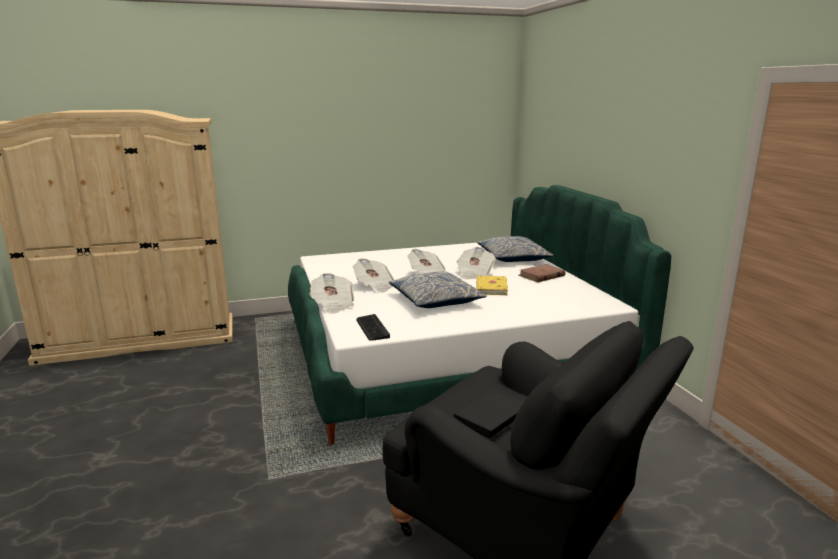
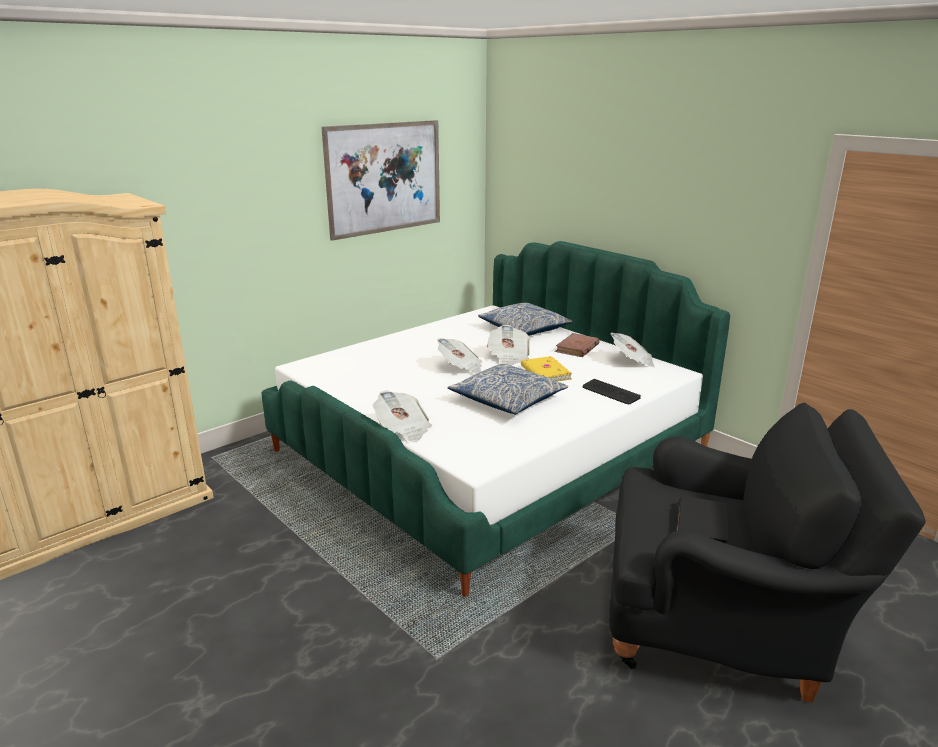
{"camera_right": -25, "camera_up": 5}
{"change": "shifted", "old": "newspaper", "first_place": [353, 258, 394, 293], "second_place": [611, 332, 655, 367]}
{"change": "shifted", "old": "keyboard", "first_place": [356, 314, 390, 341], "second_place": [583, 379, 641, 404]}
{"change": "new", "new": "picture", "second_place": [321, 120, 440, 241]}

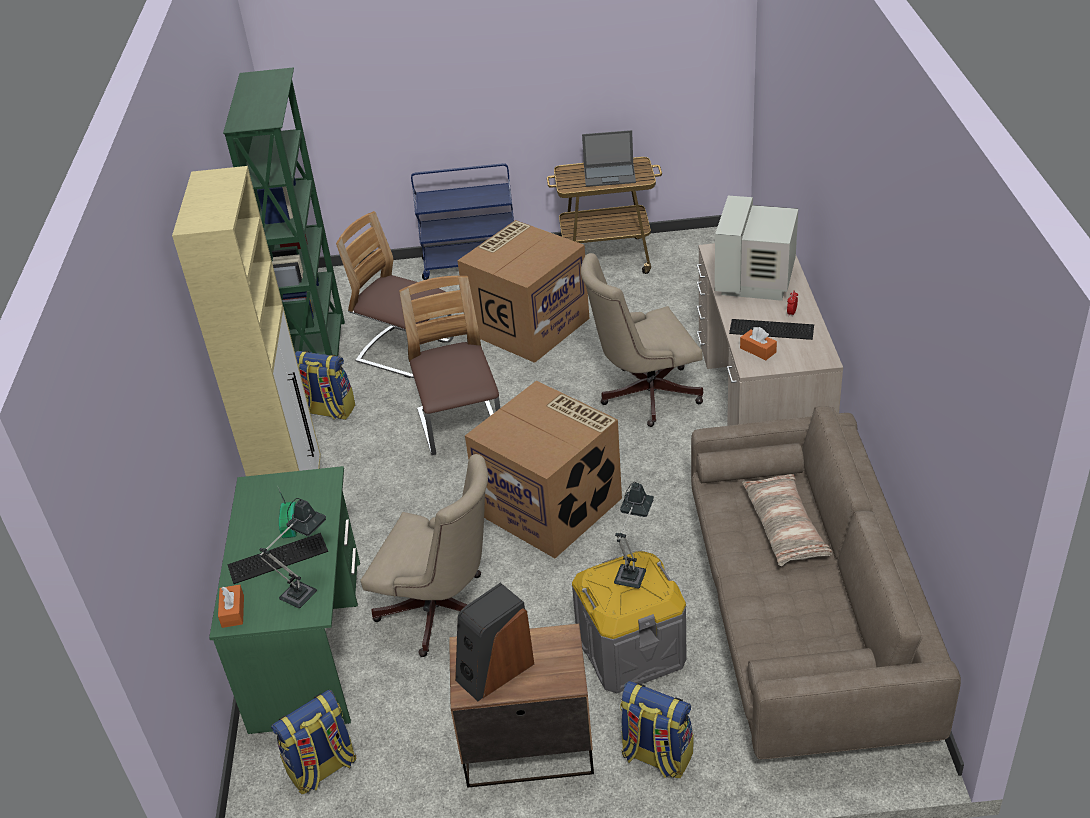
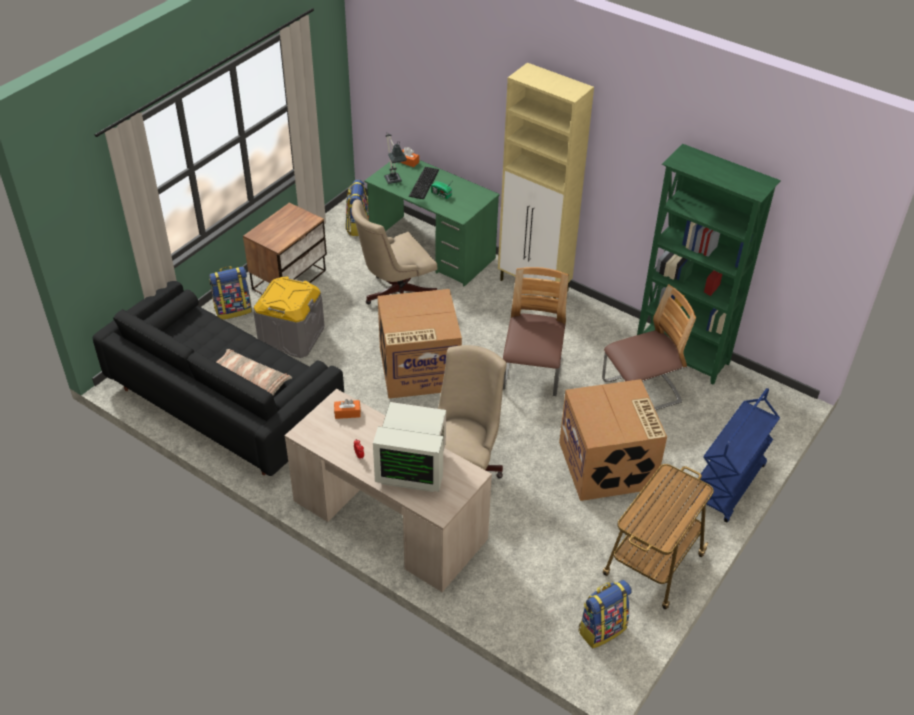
{"camera_right": 125, "camera_up": 5}
{"change": "shifted", "old": "backpack", "first_place": [295, 351, 355, 420], "second_place": [578, 580, 632, 648]}
{"change": "rotated", "old": "chair", "first_place": [399, 276, 500, 455], "second_place": [503, 267, 569, 396], "degrees": -105}
{"change": "gone", "old": "speaker", "first_place": [455, 583, 534, 701]}
{"change": "gone", "old": "laptop", "first_place": [582, 130, 636, 187]}
{"change": "gone", "old": "table lamp", "first_place": [614, 482, 654, 588]}
{"change": "repainted", "old": "beige sofa", "new": "black sofa", "first_place": [691, 406, 961, 759], "second_place": [93, 281, 344, 476]}
{"change": "rotated", "old": "monitor", "first_place": [715, 196, 798, 301], "second_place": [373, 402, 446, 492], "degrees": 135}
{"change": "gone", "old": "keyboard", "first_place": [729, 319, 814, 340]}

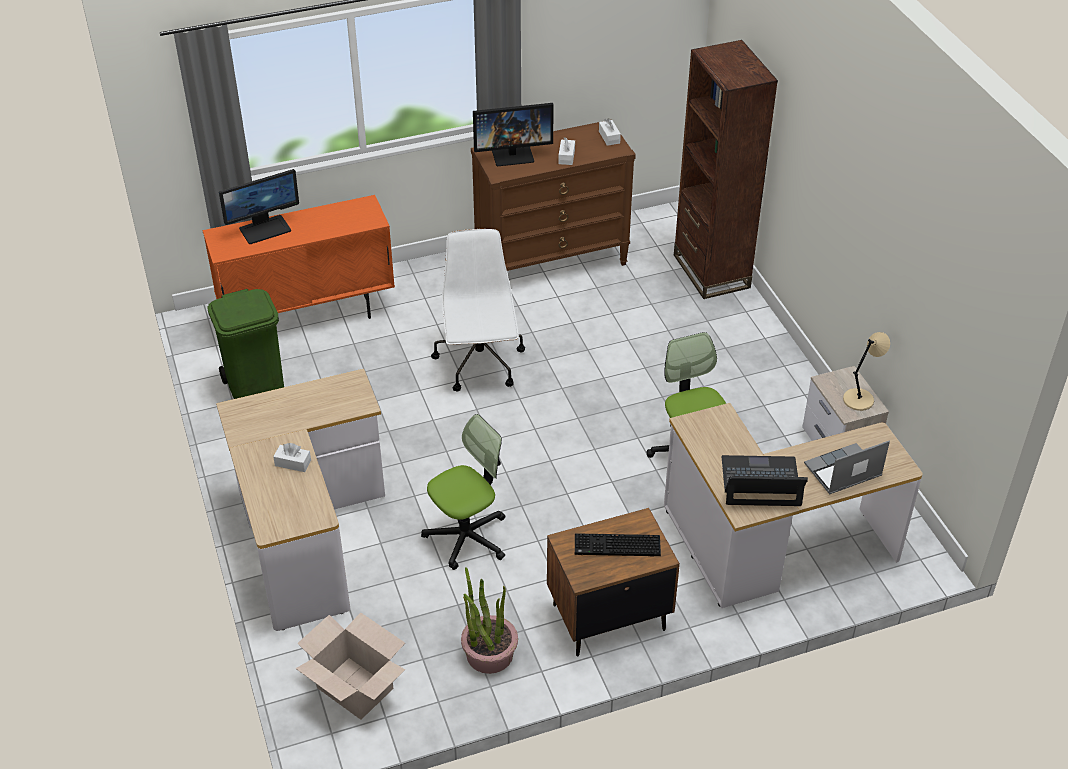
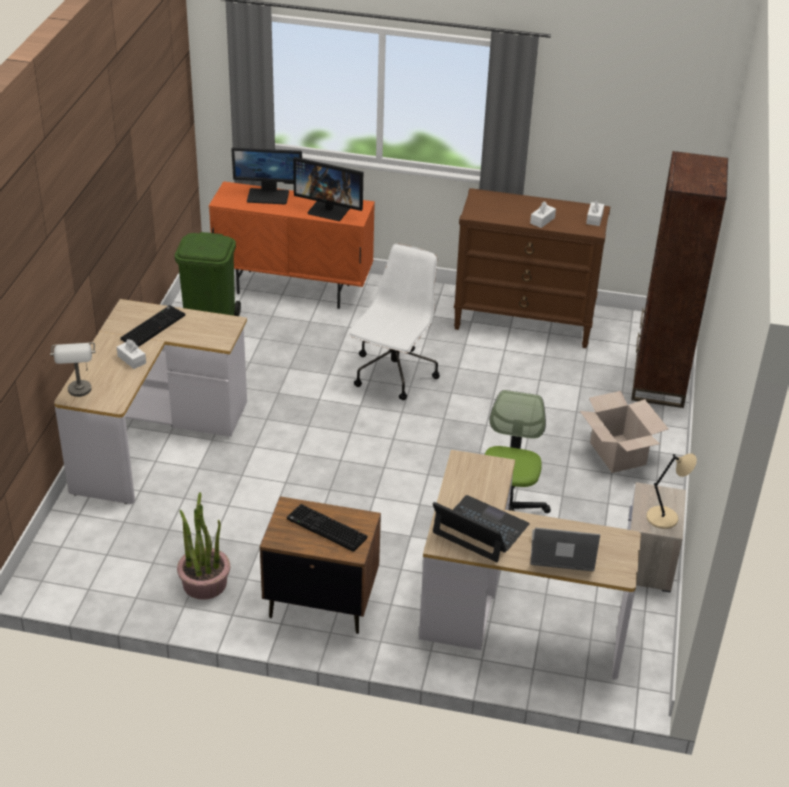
{"camera_right": 30, "camera_up": -5}
{"change": "shifted", "old": "cardboard box", "first_place": [296, 613, 405, 720], "second_place": [580, 391, 668, 473]}
{"change": "gone", "old": "office chair", "first_place": [421, 414, 505, 570]}
{"change": "shifted", "old": "monitor", "first_place": [473, 103, 554, 166], "second_place": [293, 157, 363, 221]}
{"change": "new", "new": "grey table lamp", "second_place": [50, 342, 96, 397]}
{"change": "new", "new": "keyboard", "second_place": [121, 305, 185, 346]}

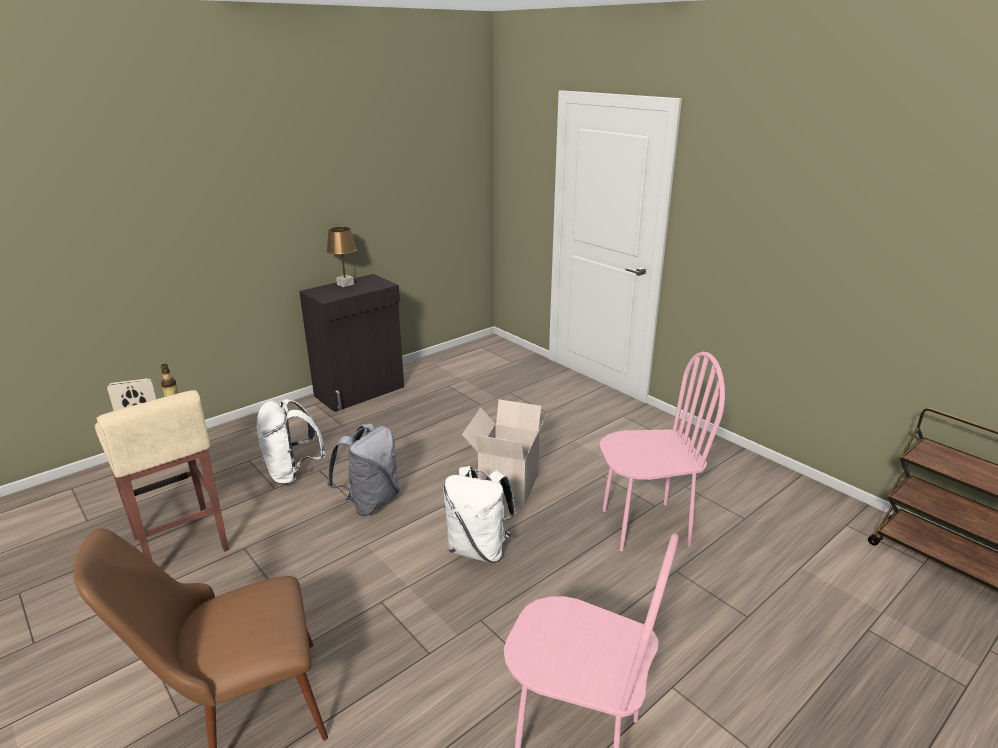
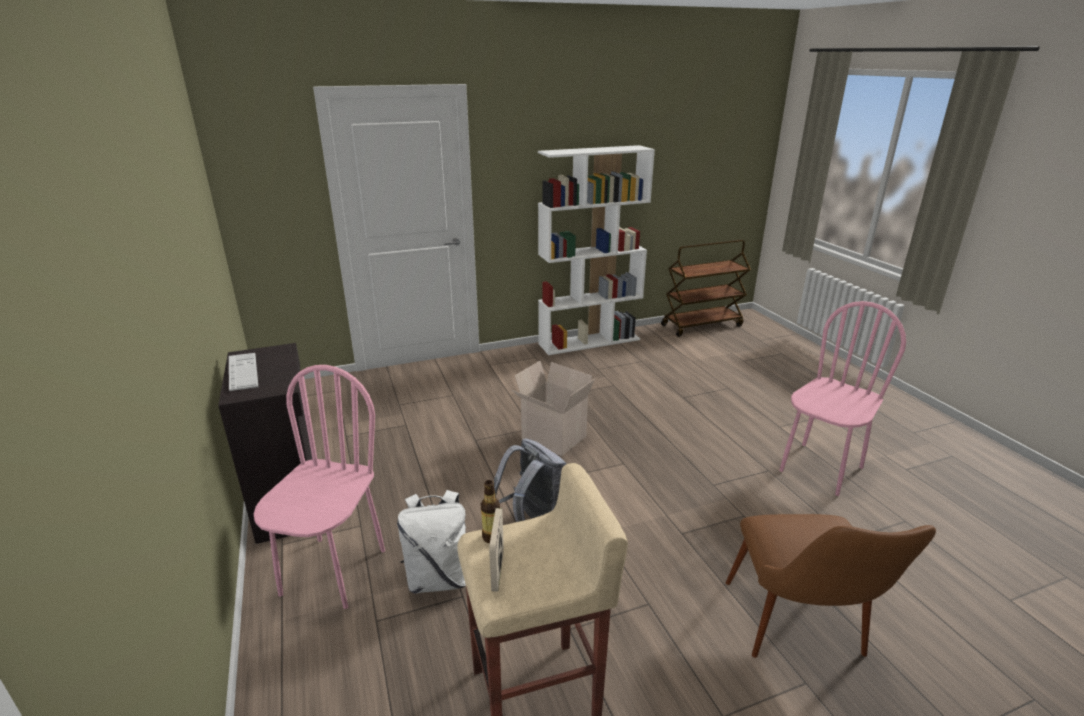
{"camera_right": -70, "camera_up": 0}
{"change": "swapped", "old": "brown table lamp", "new": "keyboard", "first_place": [327, 227, 357, 287], "second_place": [229, 353, 258, 391]}
{"change": "gone", "old": "white backpack", "first_place": [443, 466, 516, 563]}
{"change": "shifted", "old": "pink chair", "first_place": [599, 352, 725, 552], "second_place": [254, 365, 385, 609]}
{"change": "new", "new": "white bookcase", "second_place": [538, 145, 655, 355]}

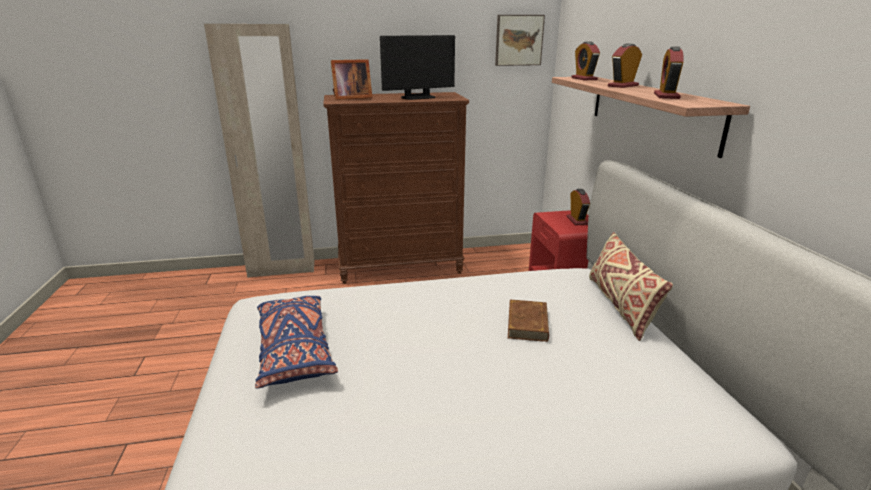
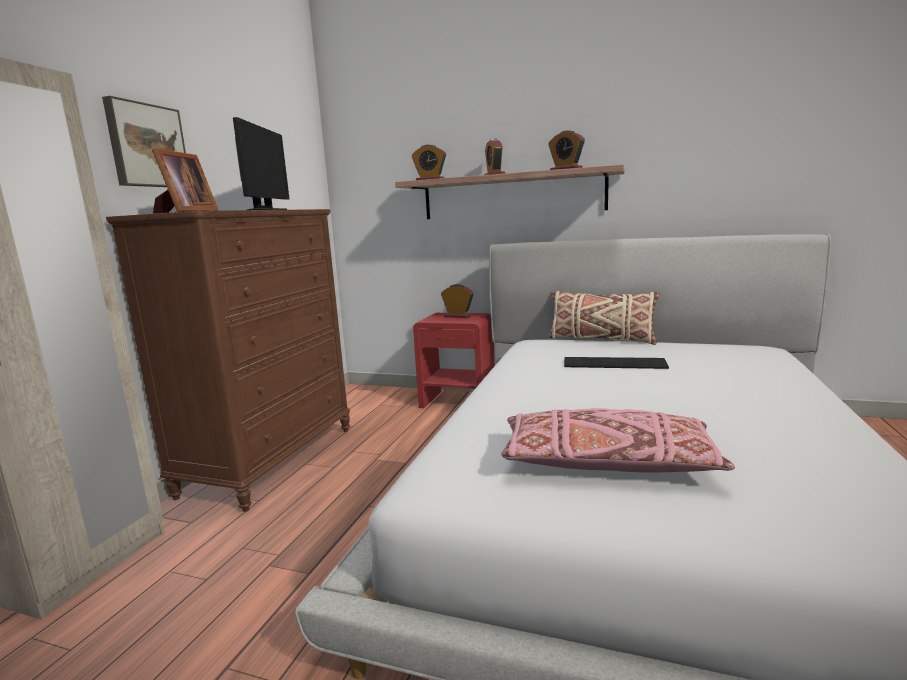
{"camera_right": -60, "camera_up": -10}
{"change": "repainted", "old": "blue pillow", "new": "pink pillow", "first_place": [255, 296, 338, 389], "second_place": [502, 408, 735, 473]}
{"change": "shifted", "old": "picture", "first_place": [495, 15, 545, 66], "second_place": [102, 96, 186, 187]}
{"change": "swapped", "old": "brown book", "new": "keyboard", "first_place": [508, 300, 549, 342], "second_place": [564, 357, 669, 369]}

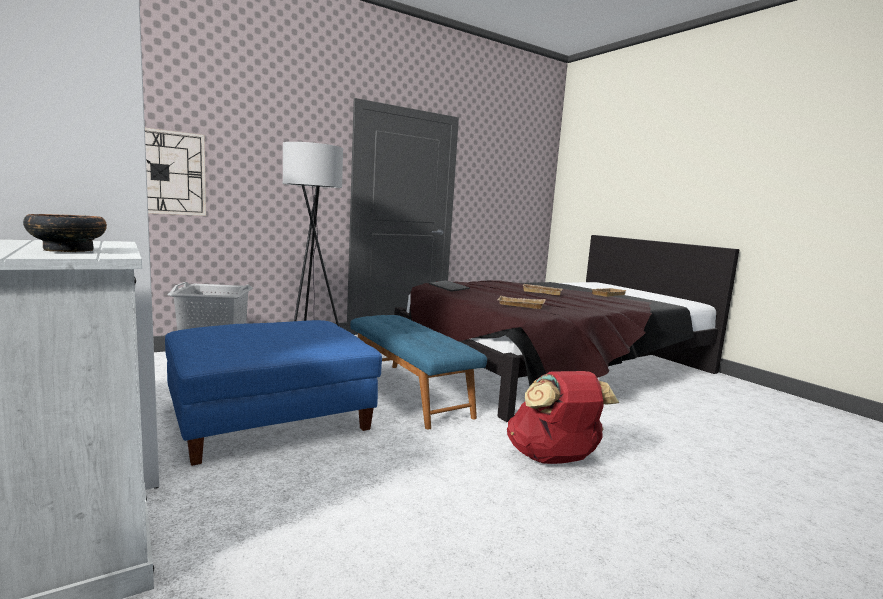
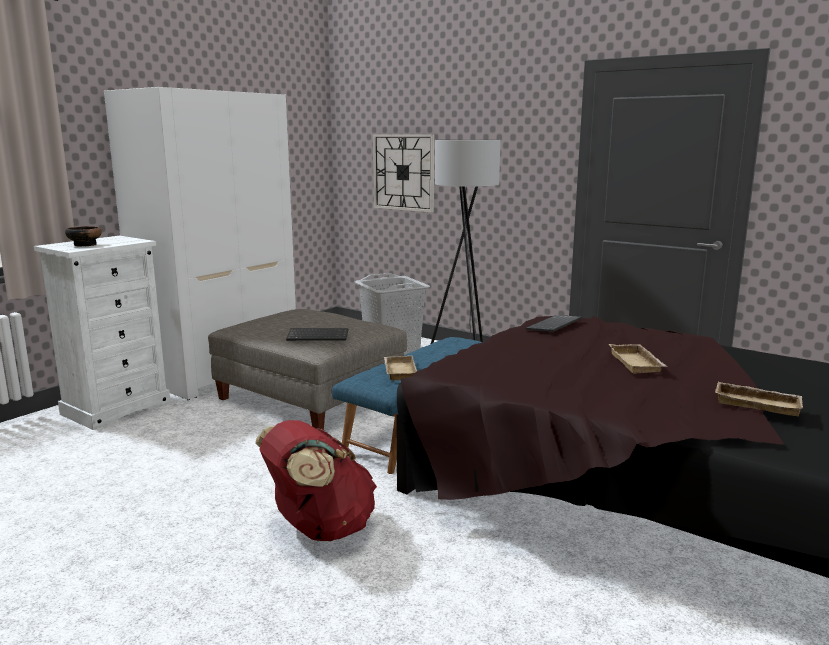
{"camera_right": 70, "camera_up": 5}
{"change": "repainted", "old": "blue ottoman", "new": "grey ottoman", "first_place": [165, 320, 382, 466], "second_place": [208, 309, 407, 430]}
{"change": "shifted", "old": "beige tray", "first_place": [497, 296, 545, 309], "second_place": [384, 355, 417, 380]}
{"change": "new", "new": "keyboard", "second_place": [286, 328, 348, 341]}

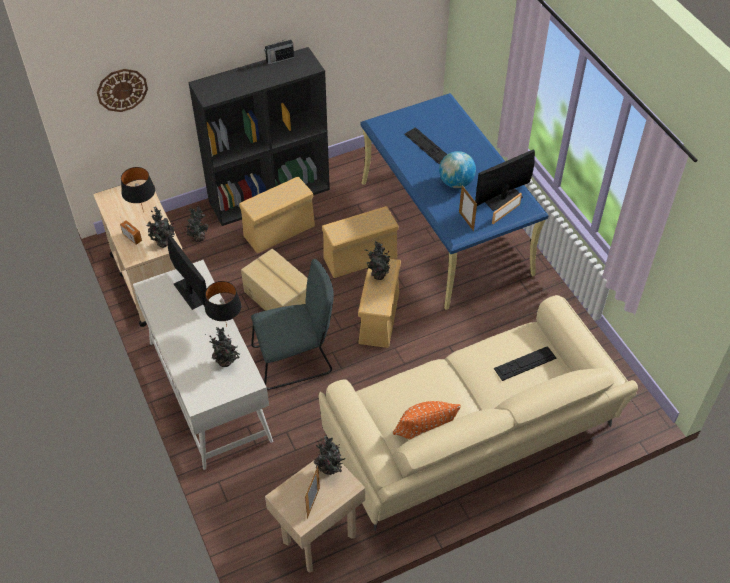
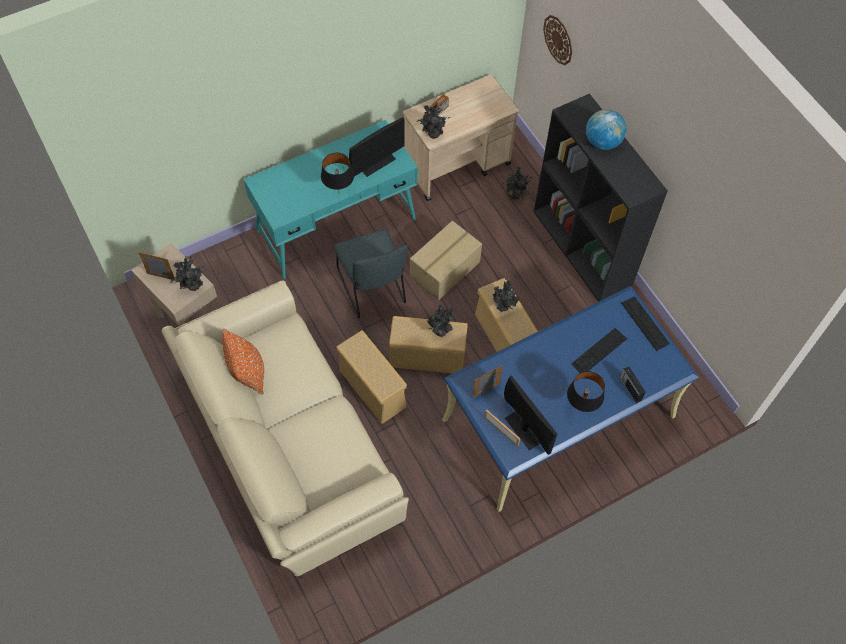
{"camera_right": 85, "camera_up": 10}
{"change": "shifted", "old": "black table lamp", "first_place": [121, 167, 155, 212], "second_place": [567, 371, 605, 412]}
{"change": "repainted", "old": "white desk", "new": "turquoise desk", "first_place": [133, 260, 273, 470], "second_place": [244, 120, 418, 279]}
{"change": "shifted", "old": "potted plant", "first_place": [209, 327, 240, 367], "second_place": [493, 278, 519, 312]}
{"change": "shifted", "old": "beige storage box", "first_place": [239, 177, 315, 253], "second_place": [336, 330, 407, 424]}
{"change": "shifted", "old": "radio", "first_place": [264, 39, 294, 65], "second_place": [620, 366, 645, 403]}
{"change": "shifted", "old": "globe", "first_place": [439, 151, 476, 188], "second_place": [586, 109, 626, 150]}
{"change": "shifted", "old": "keyboard", "first_place": [494, 346, 556, 381], "second_place": [621, 296, 670, 351]}

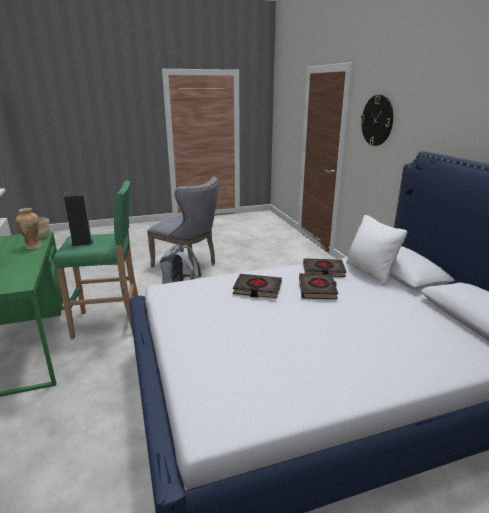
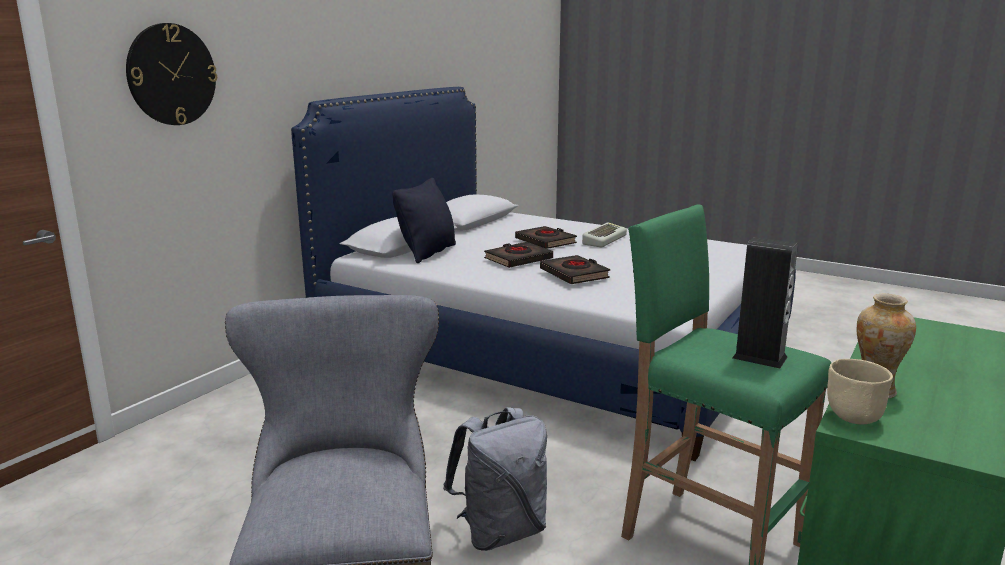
{"camera_right": -130, "camera_up": -5}
{"change": "shifted", "old": "black book", "first_place": [303, 258, 346, 277], "second_place": [515, 226, 577, 249]}
{"change": "repainted", "old": "white pillow", "new": "black pillow", "first_place": [346, 215, 407, 285], "second_place": [392, 178, 456, 263]}
{"change": "new", "new": "keyboard", "second_place": [582, 222, 627, 247]}

